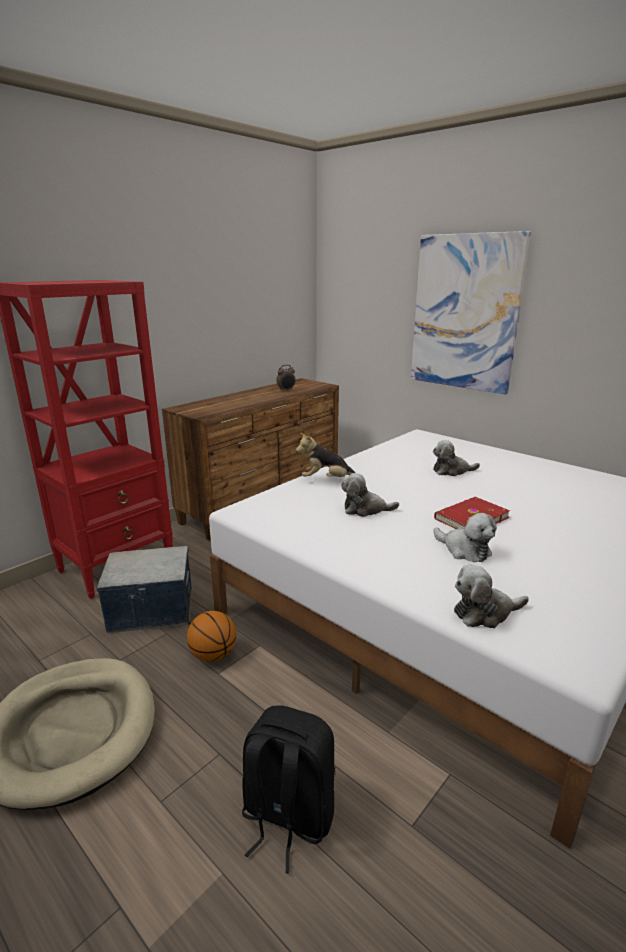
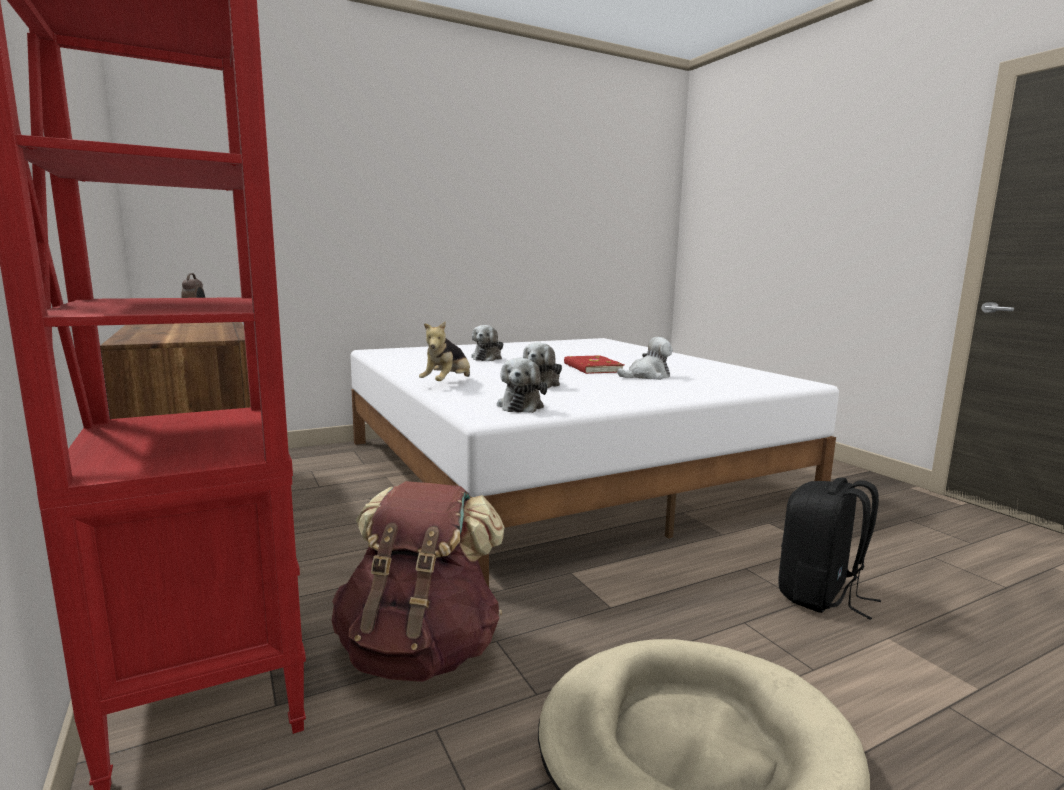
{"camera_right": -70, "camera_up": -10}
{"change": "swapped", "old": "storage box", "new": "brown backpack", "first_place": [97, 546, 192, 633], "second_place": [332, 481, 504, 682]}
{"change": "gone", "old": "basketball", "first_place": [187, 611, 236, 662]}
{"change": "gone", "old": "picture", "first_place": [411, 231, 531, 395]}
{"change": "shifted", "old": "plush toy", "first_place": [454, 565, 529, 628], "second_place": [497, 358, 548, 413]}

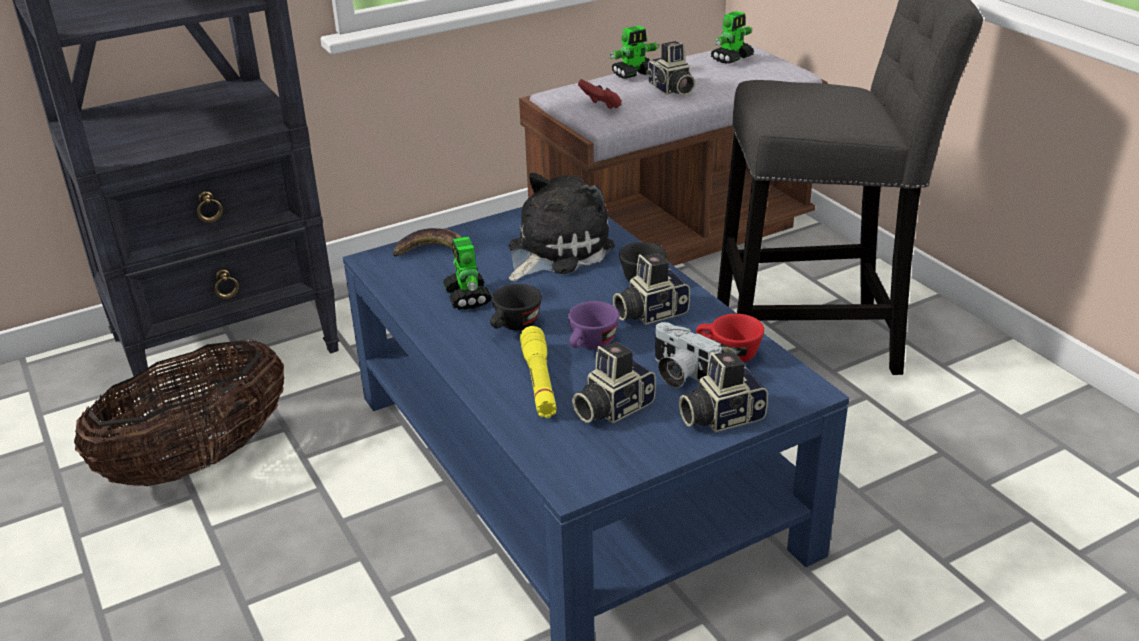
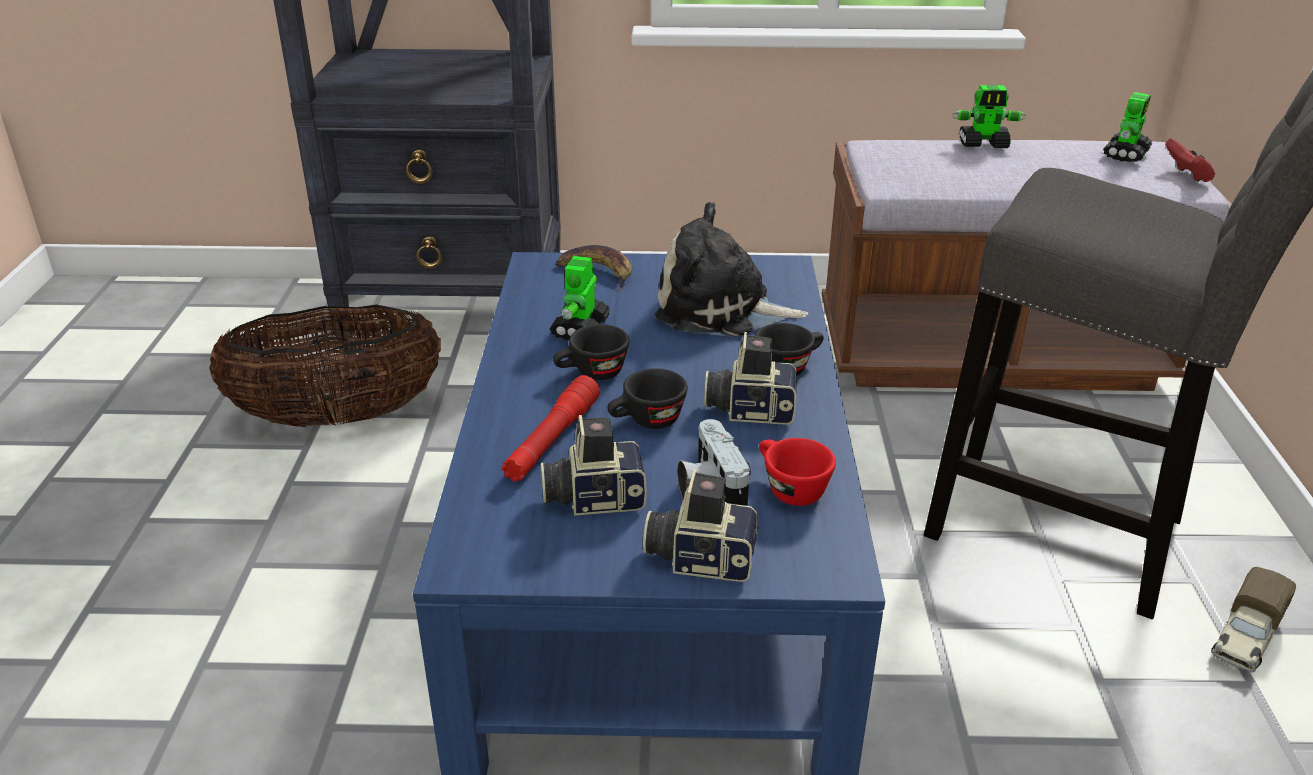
{"camera_right": 30, "camera_up": 0}
{"change": "rotated", "old": "plush toy", "first_place": [509, 173, 615, 282], "second_place": [655, 202, 808, 337], "degrees": -150}
{"change": "repainted", "old": "yellow flashlight", "new": "red flashlight", "first_place": [520, 326, 557, 418], "second_place": [502, 375, 600, 482]}
{"change": "repainted", "old": "purple cup", "new": "black cup", "first_place": [568, 301, 620, 349], "second_place": [607, 368, 688, 429]}
{"change": "shifted", "old": "red game controller", "first_place": [578, 79, 622, 109], "second_place": [1165, 138, 1215, 182]}
{"change": "gone", "old": "photo camera", "first_place": [646, 41, 695, 96]}
{"change": "rotated", "old": "toy robot", "first_place": [711, 11, 754, 64], "second_place": [1103, 92, 1153, 162], "degrees": -45}
{"change": "new", "new": "toy truck", "second_place": [1211, 567, 1296, 673]}

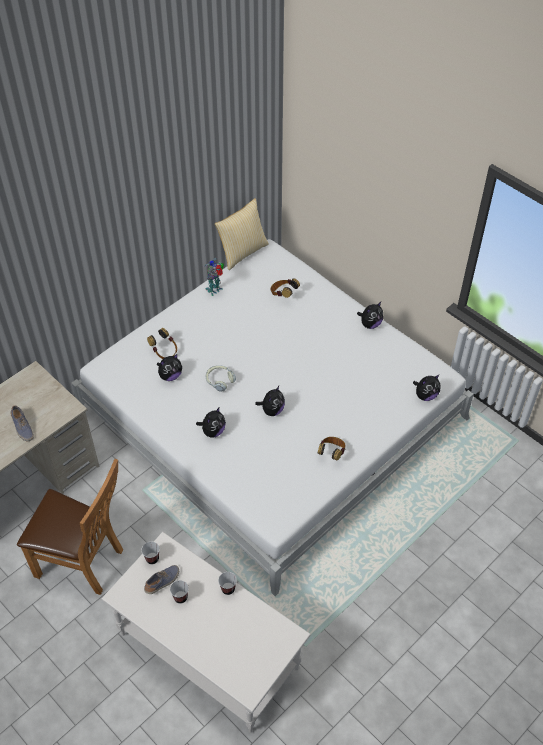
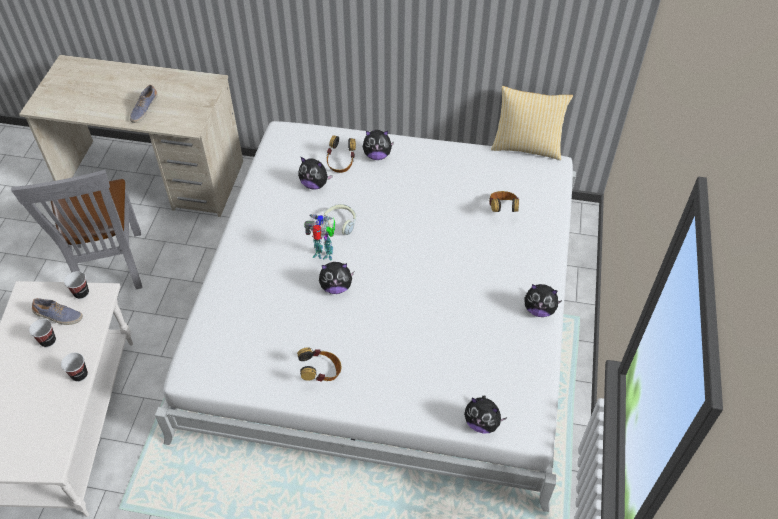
{"camera_right": 55, "camera_up": 0}
{"change": "repainted", "old": "brown chair", "new": "grey chair", "first_place": [17, 459, 123, 595], "second_place": [11, 170, 142, 289]}
{"change": "shifted", "old": "plush toy", "first_place": [196, 408, 226, 438], "second_place": [363, 130, 394, 160]}
{"change": "shifted", "old": "toy robot", "first_place": [204, 258, 224, 296], "second_place": [304, 214, 335, 260]}

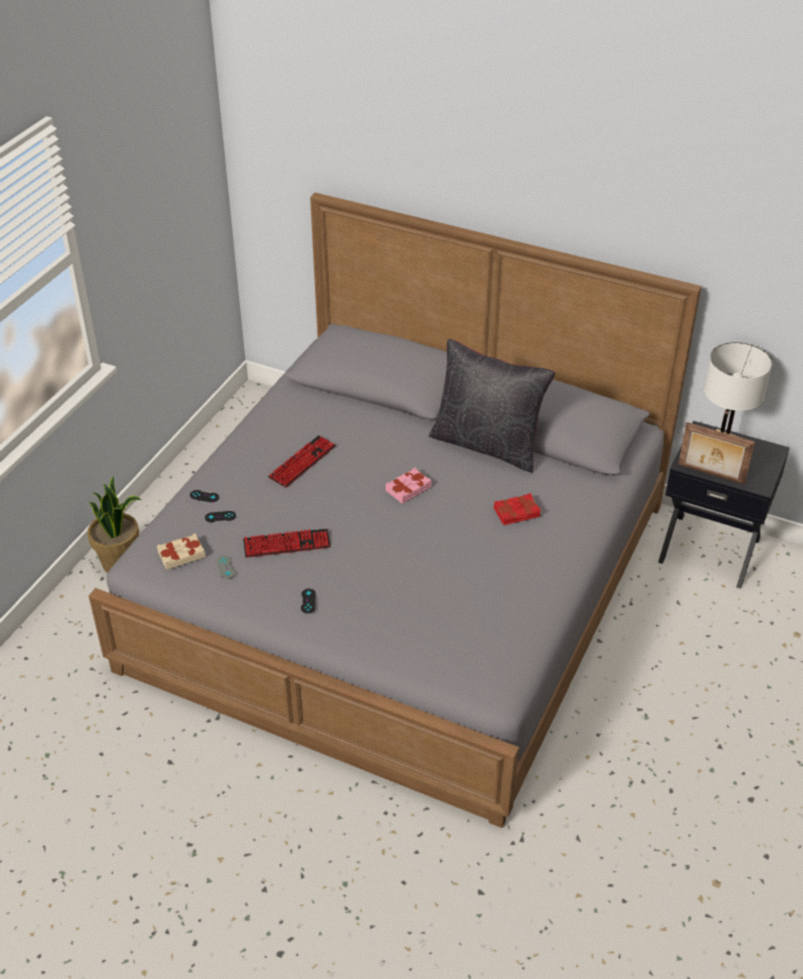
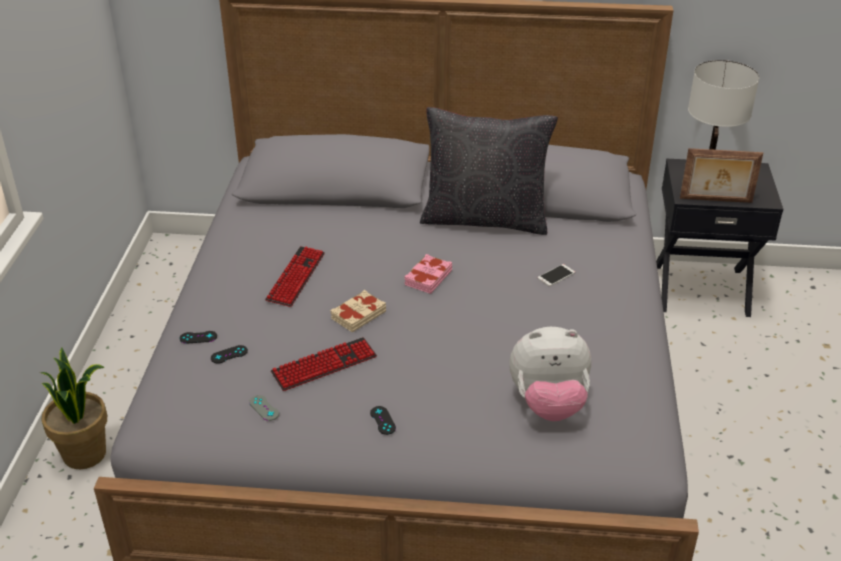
{"camera_right": -20, "camera_up": -5}
{"change": "shifted", "old": "beige book", "first_place": [157, 533, 205, 570], "second_place": [331, 290, 386, 332]}
{"change": "swapped", "old": "red book", "new": "phone", "first_place": [494, 493, 541, 525], "second_place": [538, 264, 575, 286]}
{"change": "new", "new": "plush toy", "second_place": [509, 327, 591, 421]}

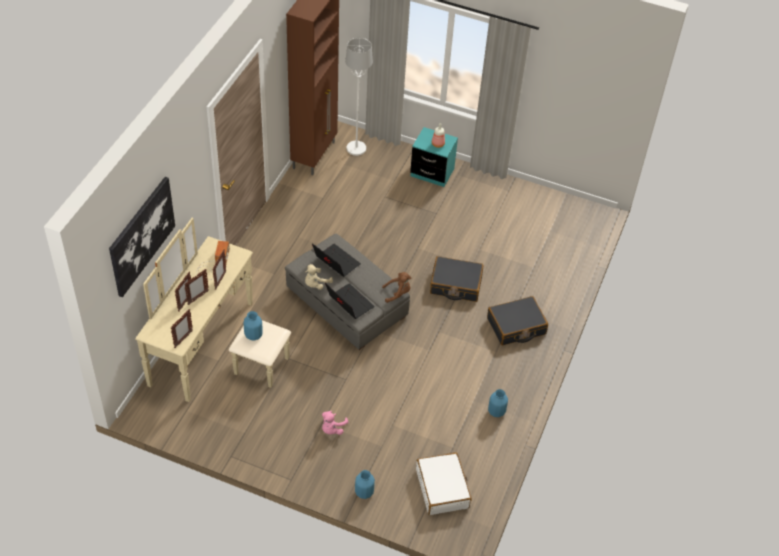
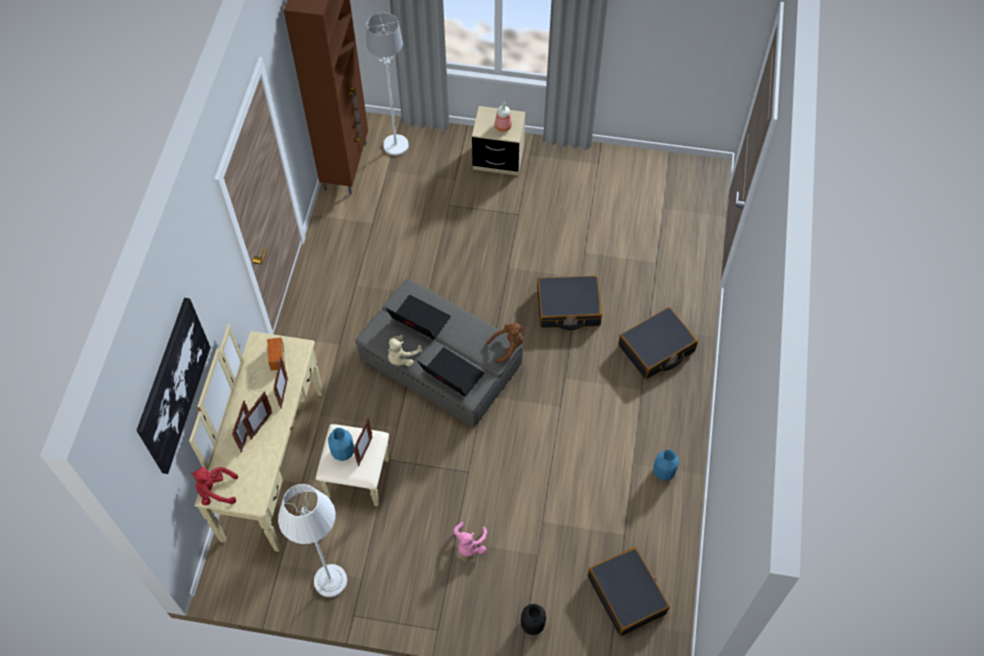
{"camera_right": -10, "camera_up": 10}
{"change": "shifted", "old": "picture frame", "first_place": [171, 309, 193, 348], "second_place": [353, 418, 373, 466]}
{"change": "repainted", "old": "blue vase", "new": "black vase", "first_place": [355, 470, 375, 499], "second_place": [521, 604, 546, 635]}
{"change": "repainted", "old": "turquoise nightstand", "new": "beige nightstand", "first_place": [410, 127, 458, 187], "second_place": [472, 106, 525, 176]}
{"change": "repainted", "old": "white suitcase", "new": "black suitcase", "first_place": [416, 452, 471, 515], "second_place": [588, 547, 670, 636]}
{"change": "new", "new": "red plush toy", "second_place": [191, 467, 238, 505]}
{"change": "new", "new": "white floor lamp", "second_place": [278, 484, 347, 597]}

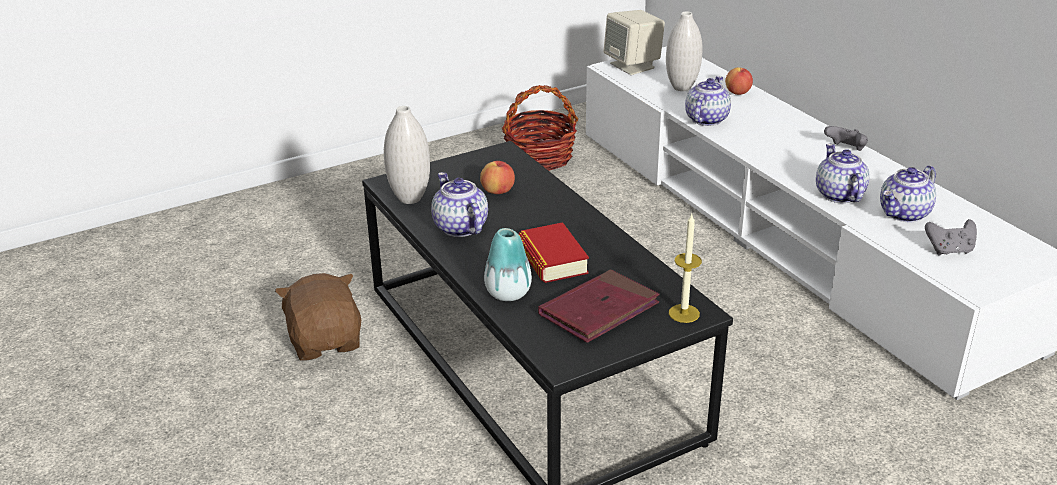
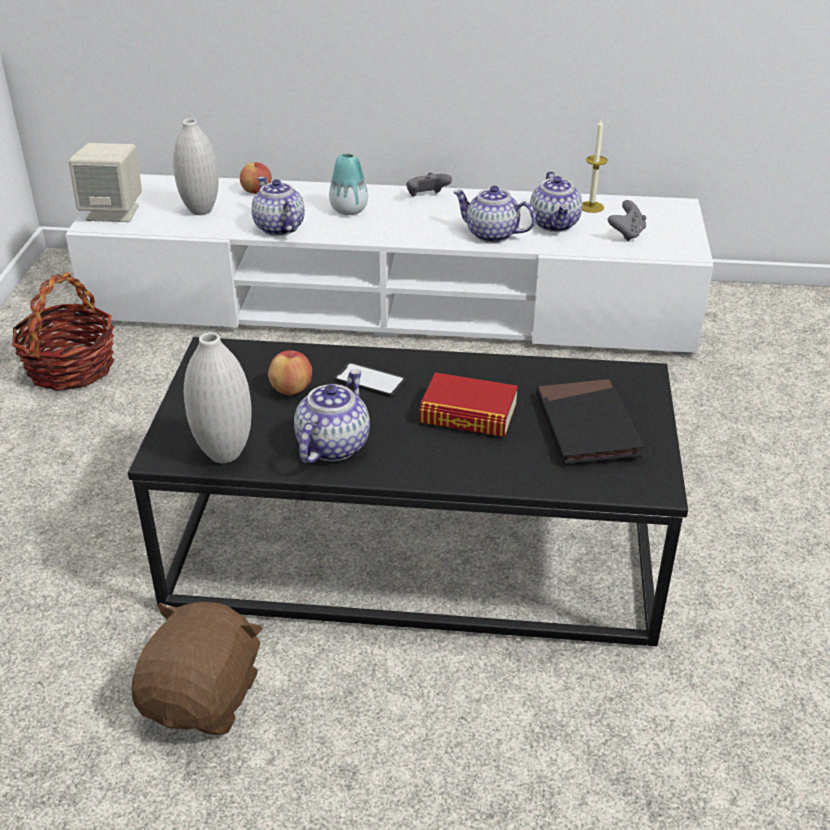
{"camera_right": -55, "camera_up": 5}
{"change": "rotated", "old": "brown plush toy", "first_place": [275, 273, 361, 361], "second_place": [132, 602, 263, 735], "degrees": 90}
{"change": "rotated", "old": "teapot", "first_place": [431, 172, 488, 237], "second_place": [294, 370, 370, 463], "degrees": 105}
{"change": "shifted", "old": "vase", "first_place": [484, 228, 532, 301], "second_place": [329, 153, 368, 215]}
{"change": "repainted", "old": "red book", "new": "black book", "first_place": [538, 270, 659, 343], "second_place": [536, 379, 644, 464]}
{"change": "shifted", "old": "candle", "first_place": [669, 214, 702, 323], "second_place": [582, 119, 608, 213]}
{"change": "new", "new": "phone", "second_place": [334, 362, 406, 397]}

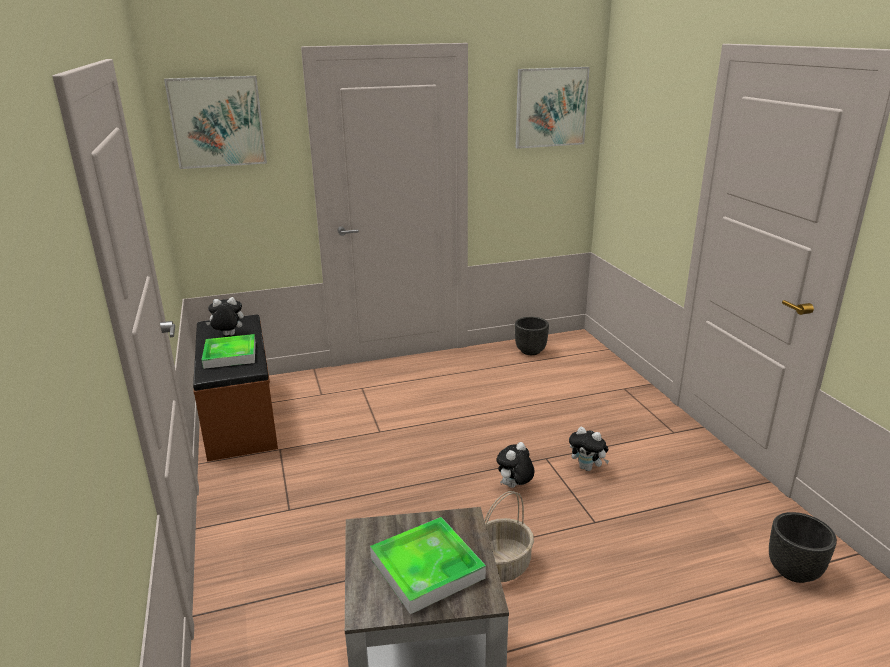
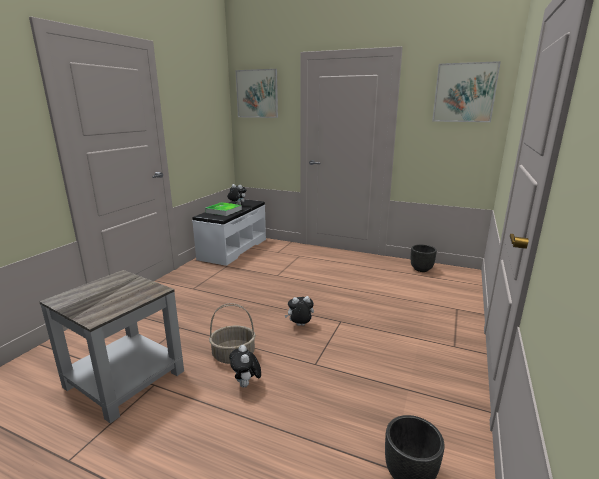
{"camera_right": 40, "camera_up": -5}
{"change": "repainted", "old": "brown bench", "new": "white bench", "first_place": [193, 315, 278, 461], "second_place": [192, 199, 266, 266]}
{"change": "gone", "old": "tray", "first_place": [370, 517, 486, 614]}
{"change": "shifted", "old": "plush toy", "first_place": [569, 427, 609, 471], "second_place": [229, 345, 261, 388]}

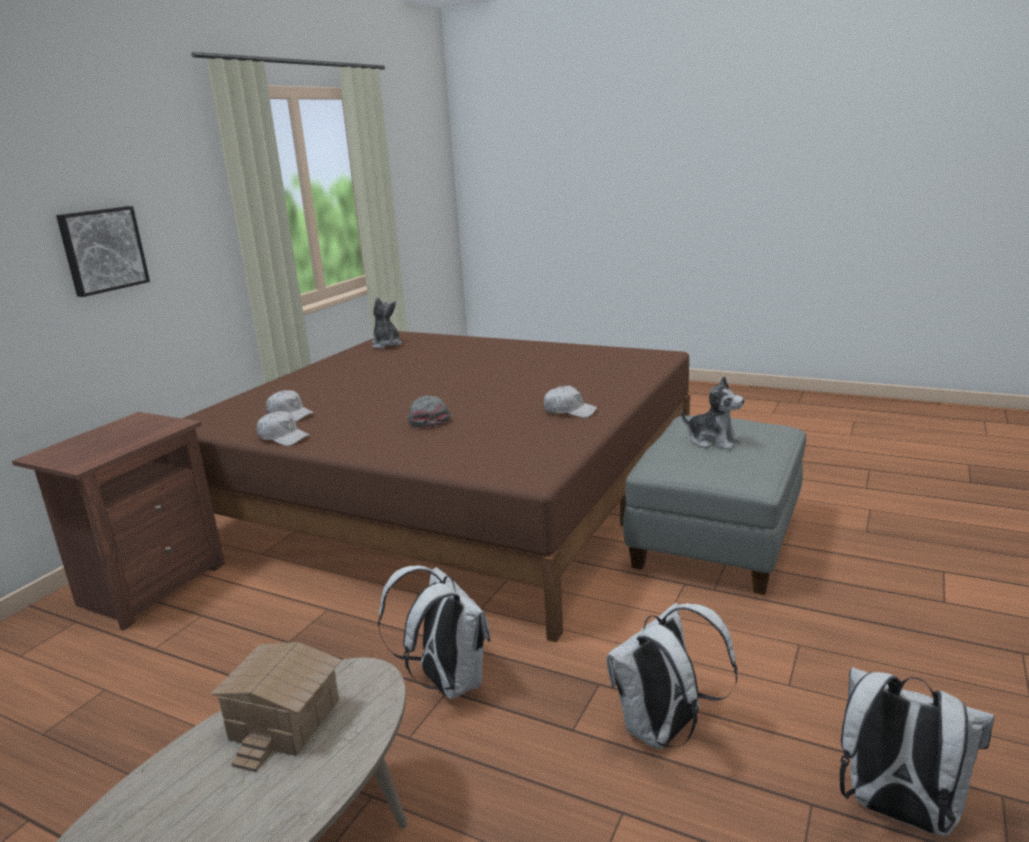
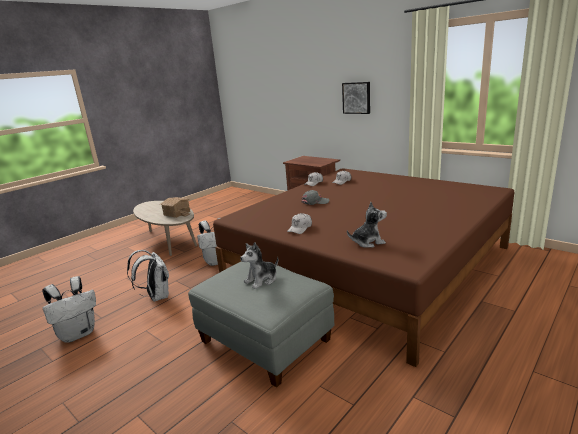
{"camera_right": 105, "camera_up": 0}
{"change": "shifted", "old": "plush toy", "first_place": [372, 297, 402, 349], "second_place": [347, 202, 387, 248]}

